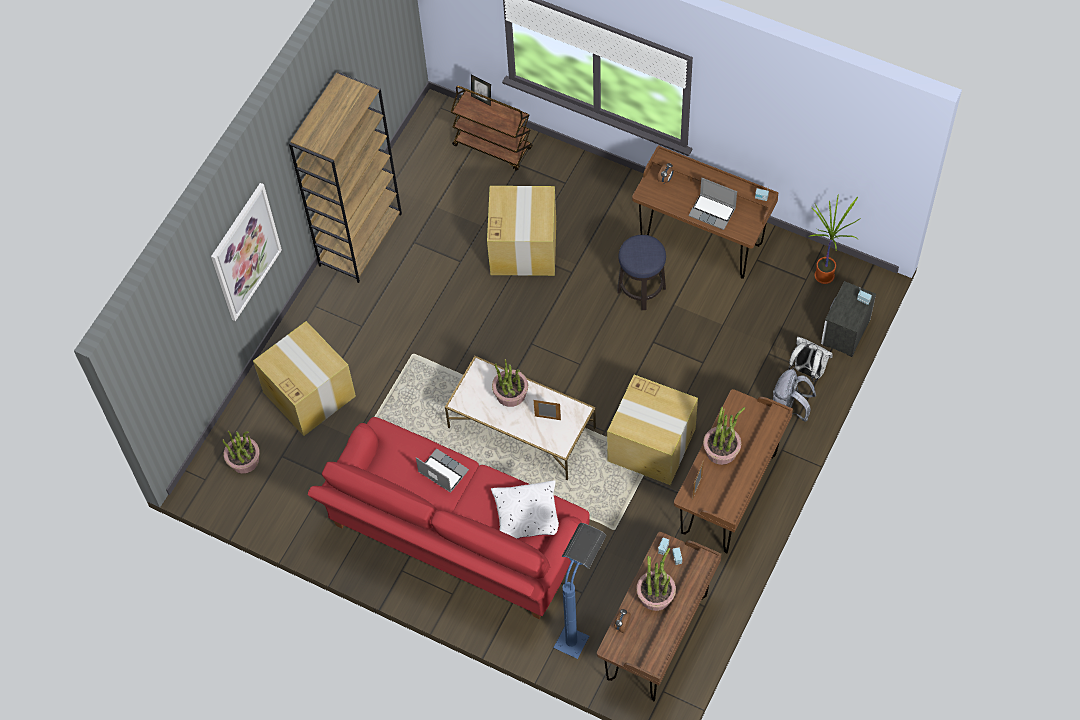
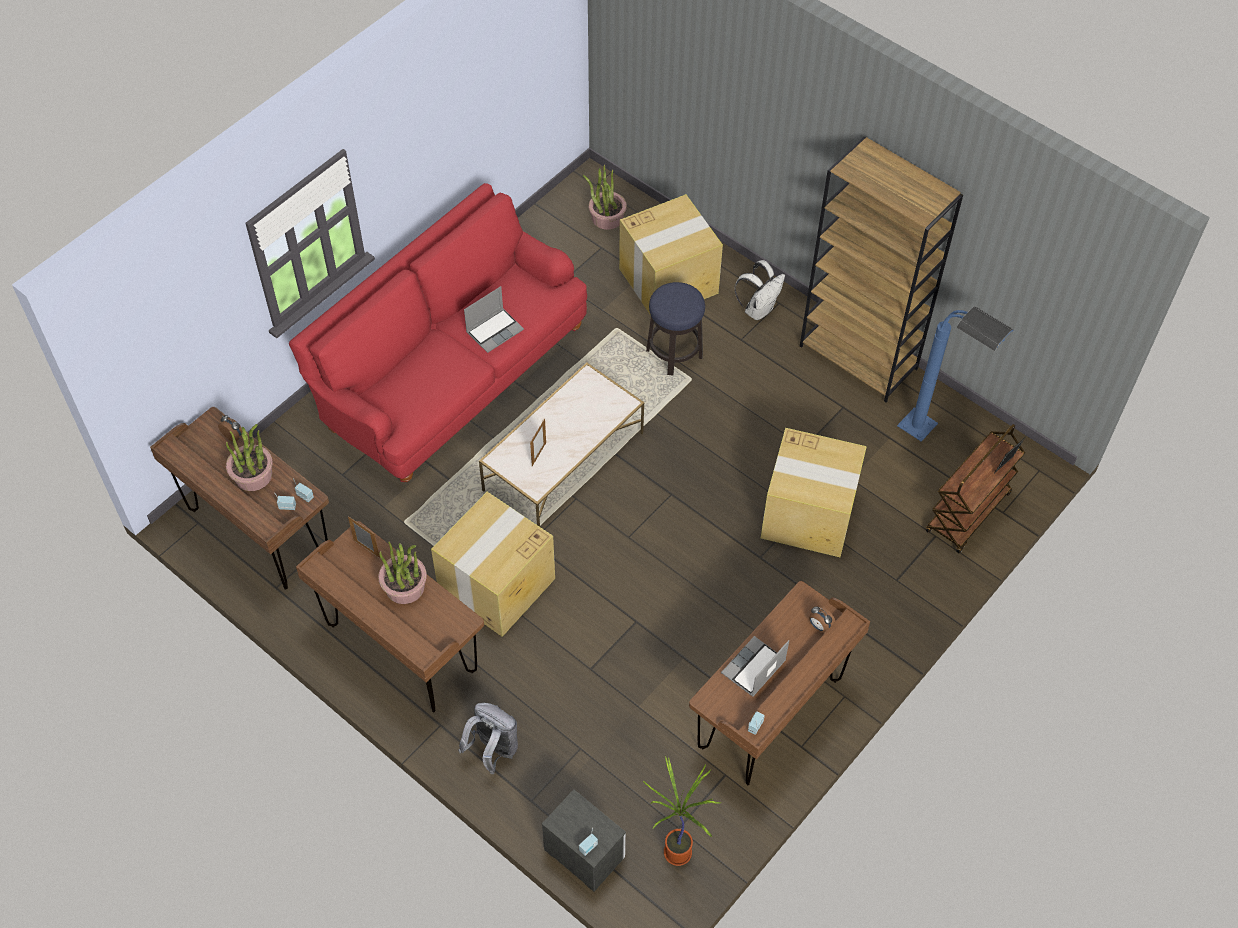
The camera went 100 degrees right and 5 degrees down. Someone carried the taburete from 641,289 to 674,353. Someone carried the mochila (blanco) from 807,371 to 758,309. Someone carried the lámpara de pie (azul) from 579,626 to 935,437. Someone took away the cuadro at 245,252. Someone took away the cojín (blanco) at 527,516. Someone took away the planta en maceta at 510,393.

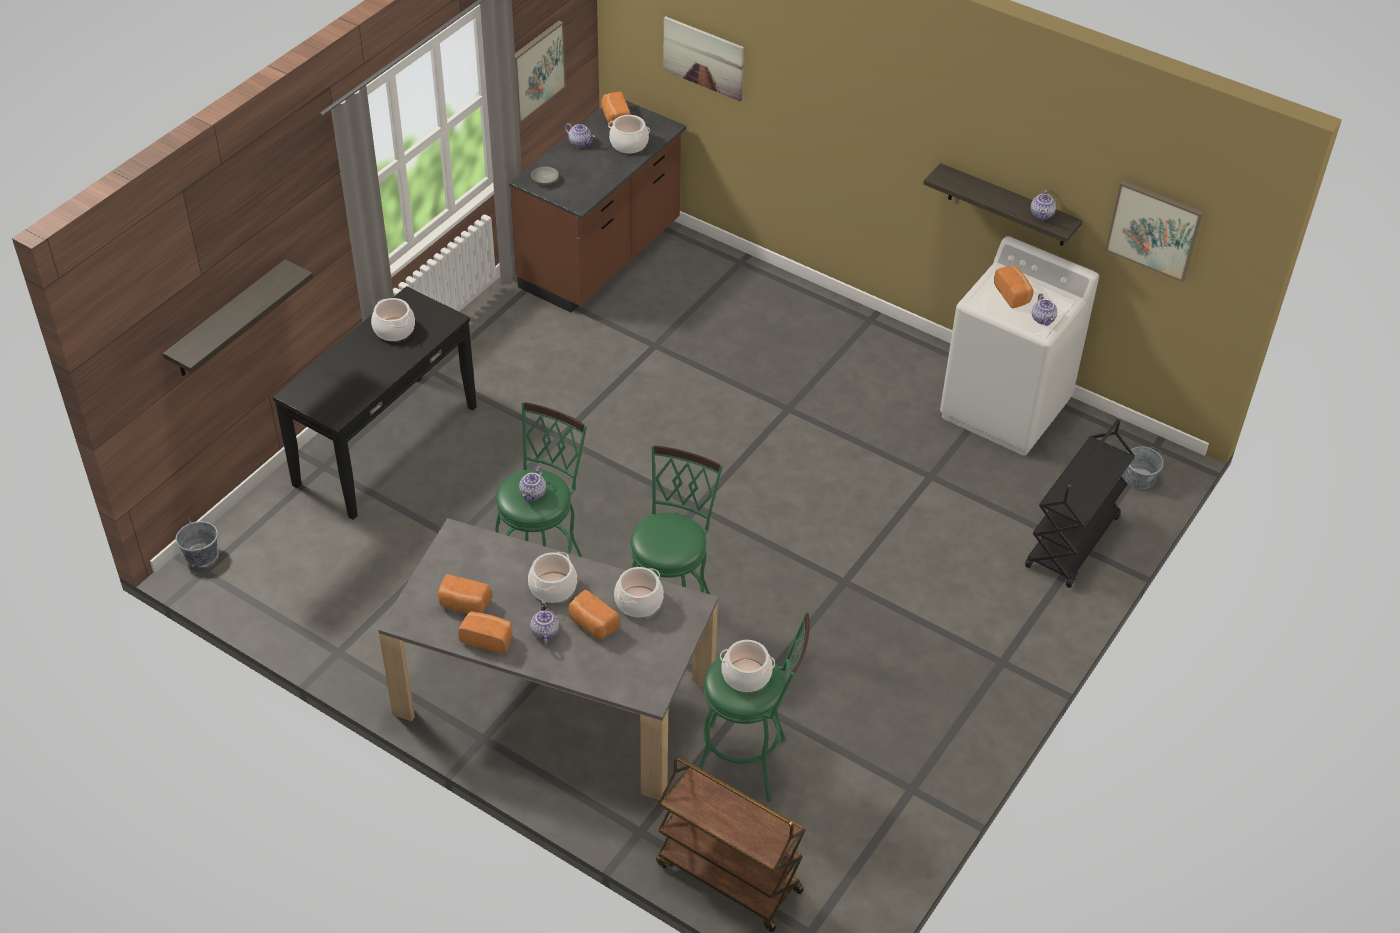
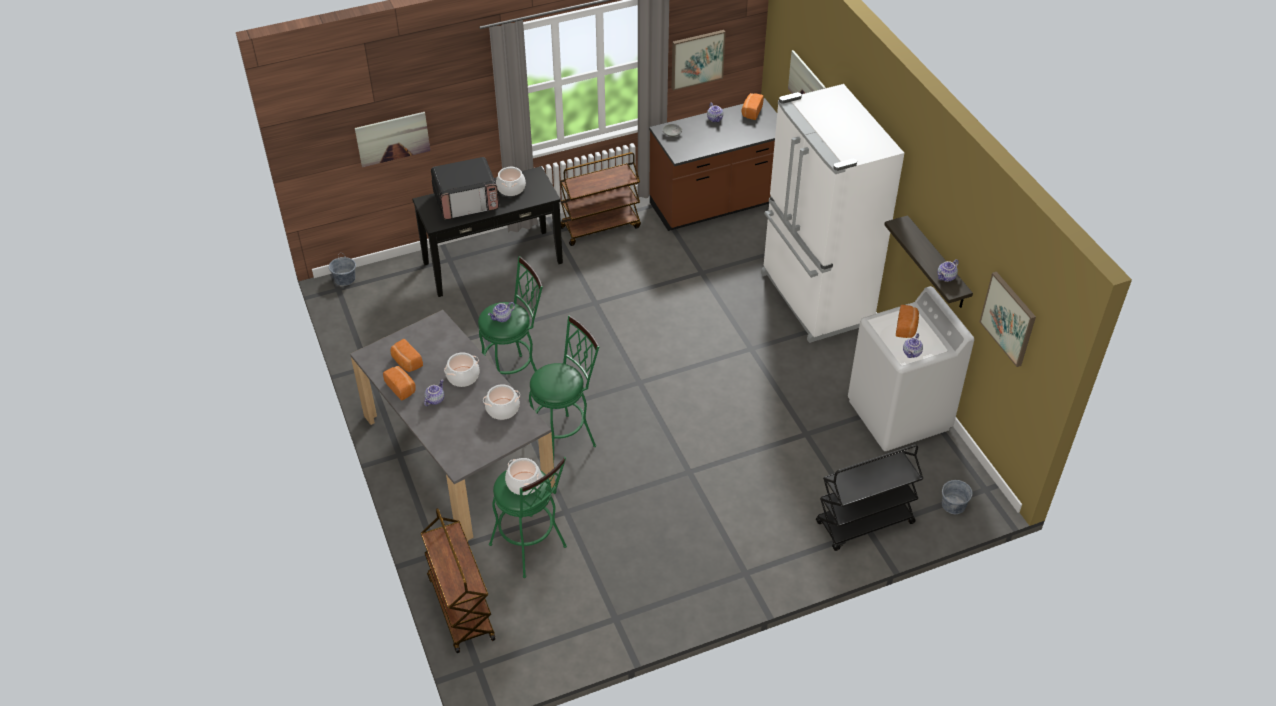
The camera went 35 degrees right and 0 degrees up. Someone swapped the estante at 228,320 for the cuadro at 392,138. Someone put down the microondas at 467,202. Someone put down the carrito (marrón) at 600,227. Someone put down the nevera (blanco) at 814,299. Someone took away the pan at 592,624. Someone took away the olla at 628,144.

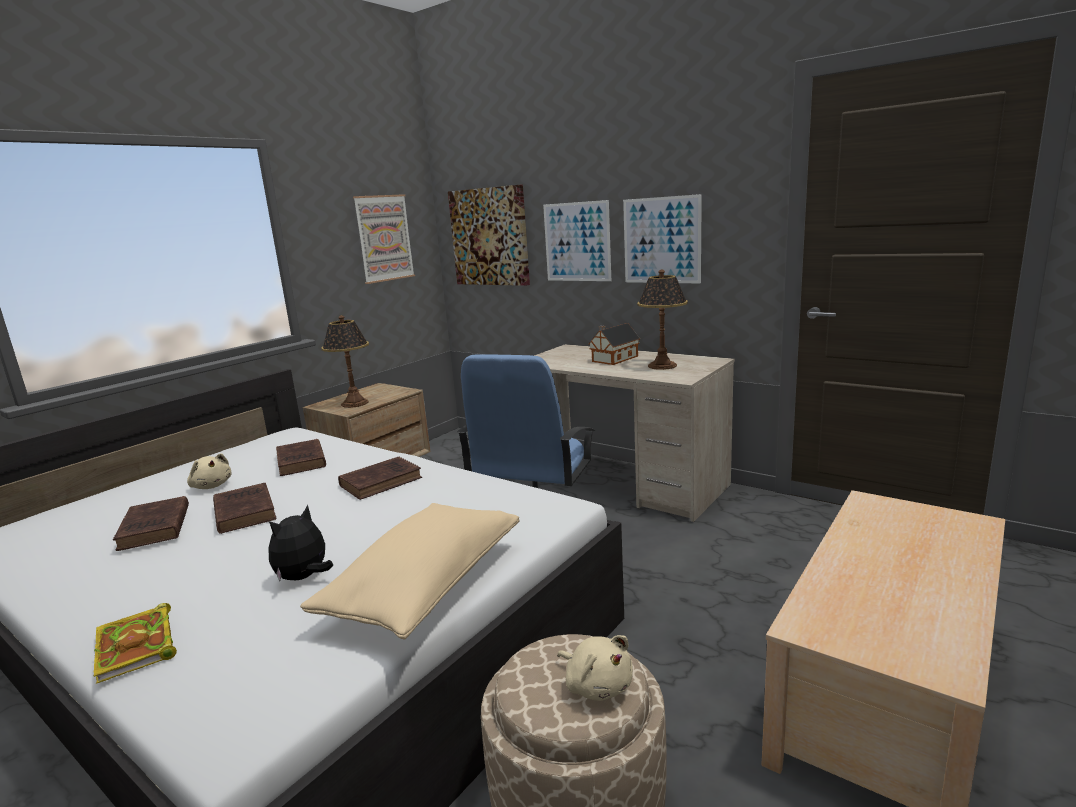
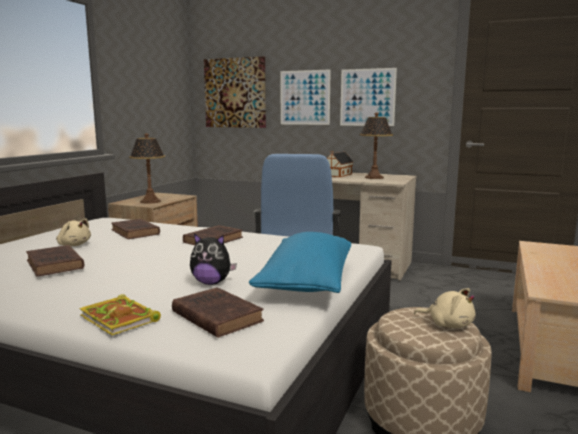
The camera went 15 degrees left and 5 degrees down. Someone carried the libro (marrón) from 244,511 to 215,316. Someone rotated the peluche at 304,577 by 105 degrees counterclockwise. Someone repainted the cojín (beis) at 425,587, which became the cojín (azul) at 306,282. Someone took away the cuadro at 384,238.

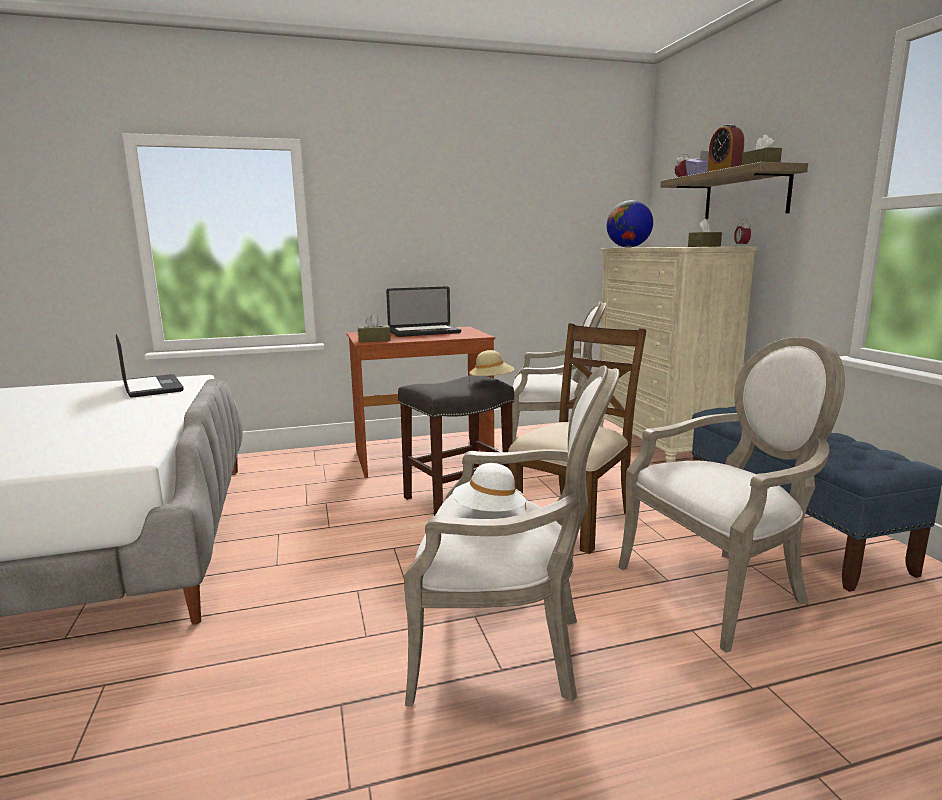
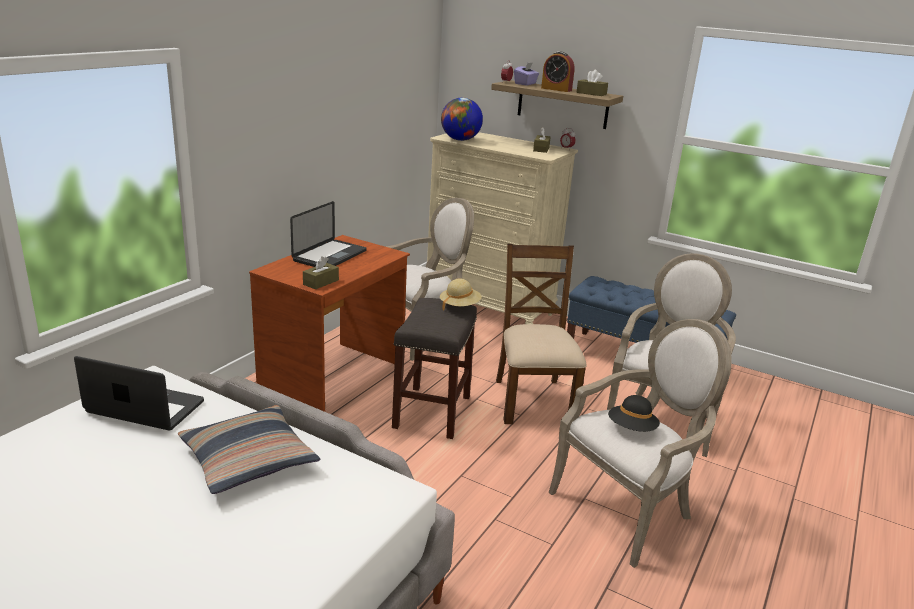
The camera went 45 degrees left and 10 degrees up. Someone put down the cojín at 248,460. Someone repainted the sombrero (blanco) at 489,513, which became the sombrero (negro) at 631,429.

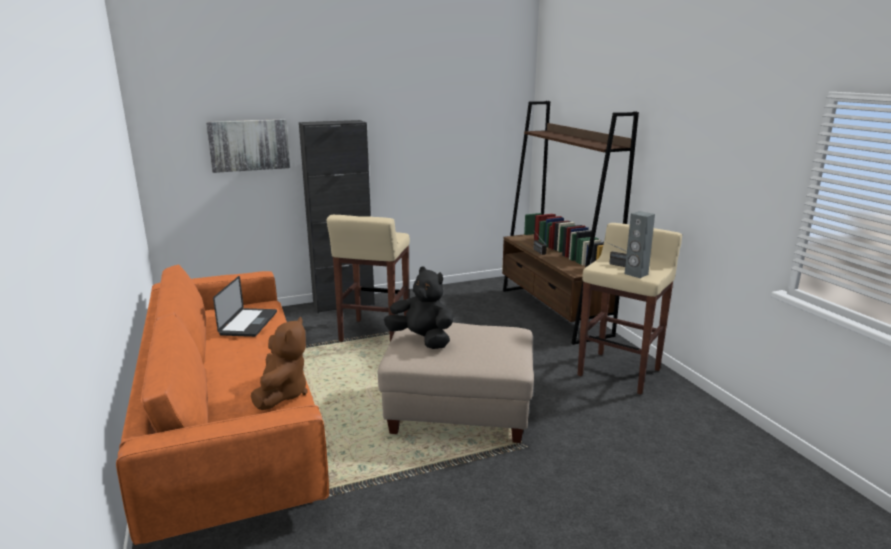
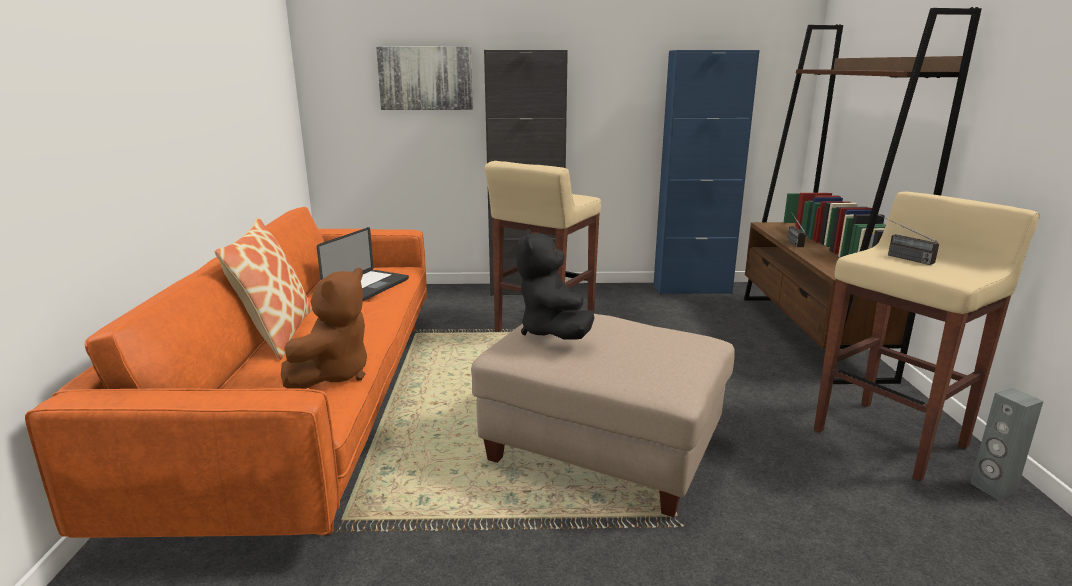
The camera went 20 degrees right and 0 degrees up. Someone put down the cojín at 276,334. Someone rotated the peluche (negro) at 422,340 by 150 degrees counterclockwise. Someone put down the armario (azul) at 692,289. Someone carried the altavoz (gris) from 636,274 to 992,488.

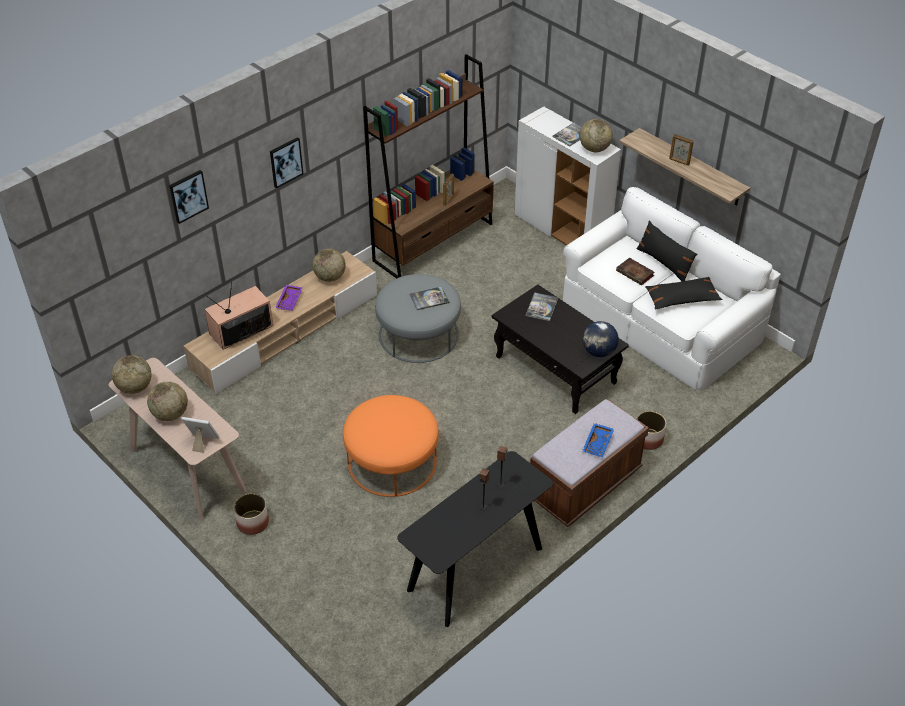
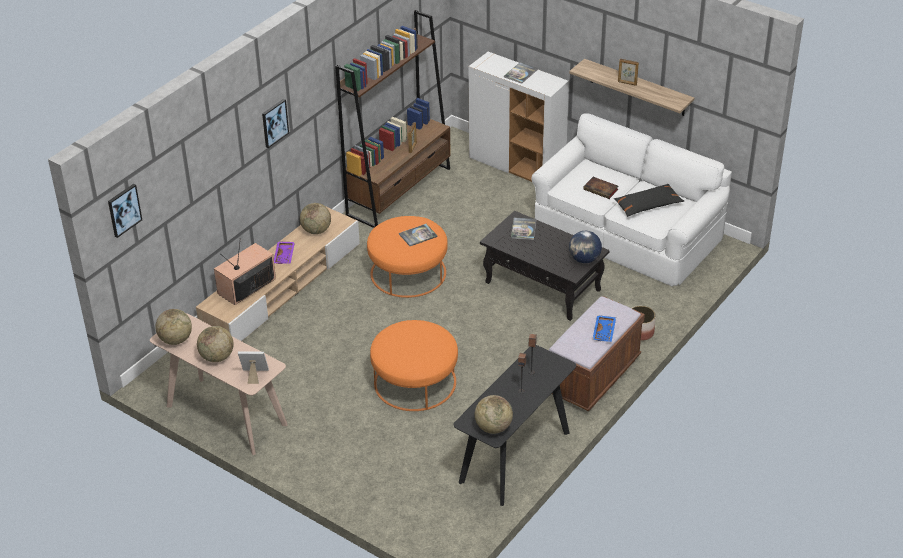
The camera went 10 degrees left and 5 degrees down. Someone carried the cuadro from 188,196 to 124,210. Someone repainted the puf (gris) at 419,334, which became the puf (naranja) at 408,272. Someone carried the globo terráqueo from 594,149 to 493,427. Someone took away the maceta at 252,522. Someone took away the cojín (negro) at 664,263.

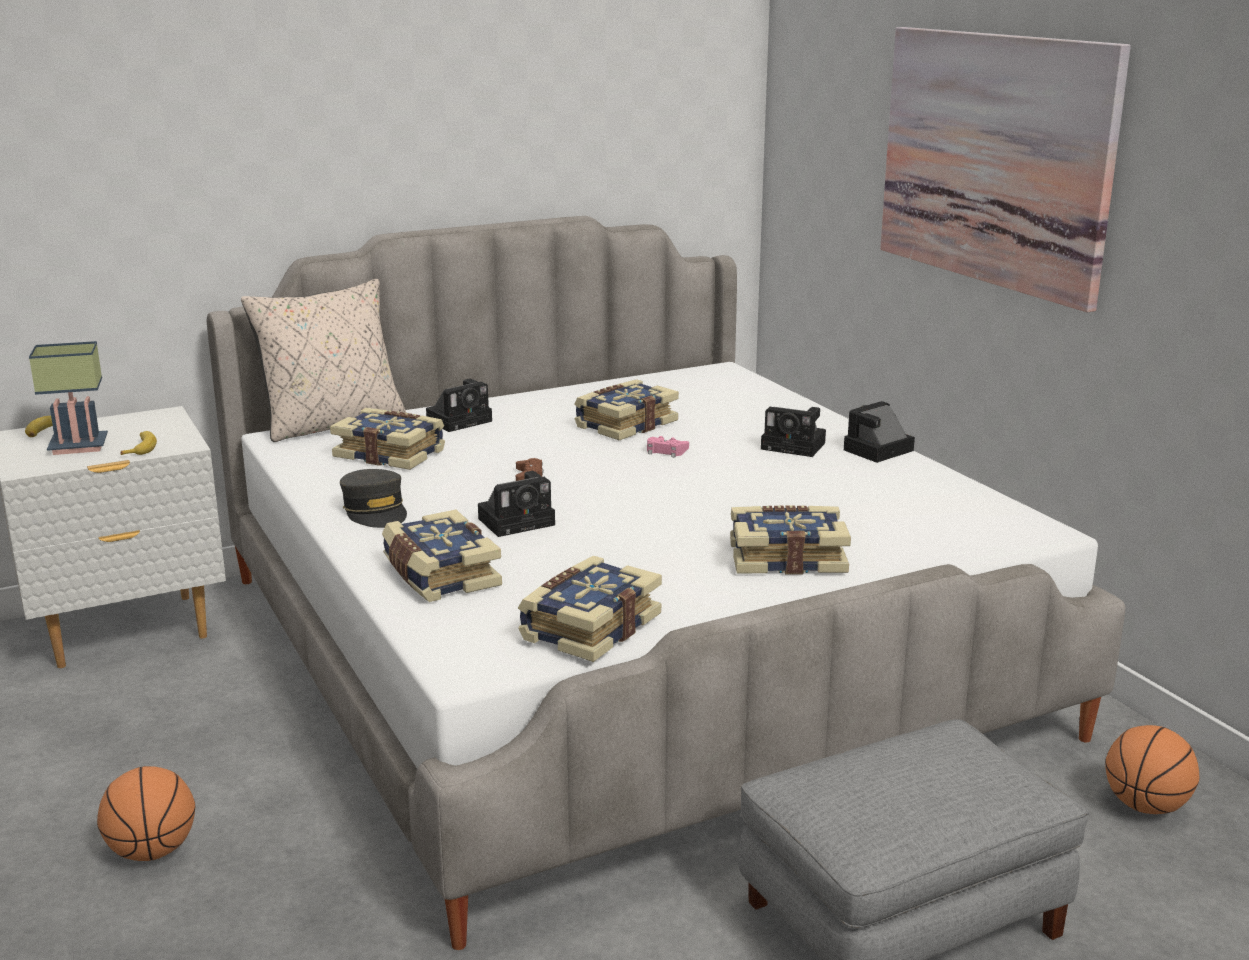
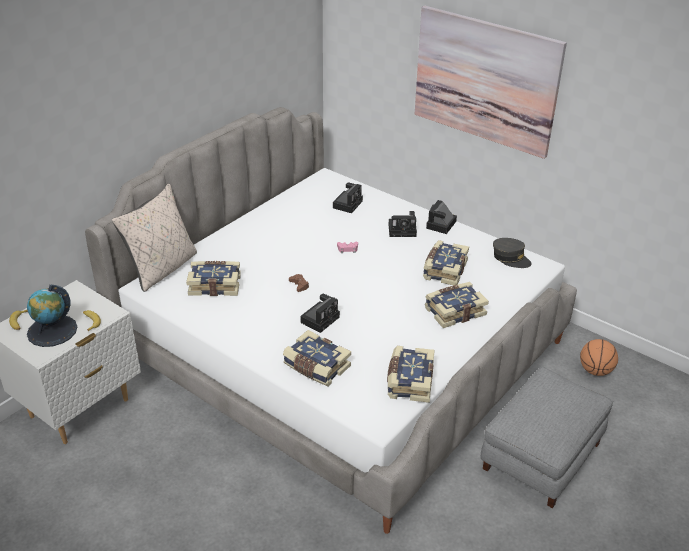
The camera went 25 degrees left and 15 degrees up. Someone swapped the lámpara de mesa at 76,448 for the globo terráqueo at 52,331. Someone carried the cámara from 461,420 to 348,204. Someone carried the libro from 625,424 to 444,270. Someone carried the gorra (gris) from 375,511 to 510,258. Someone took away the balón de baloncesto at 152,851.

